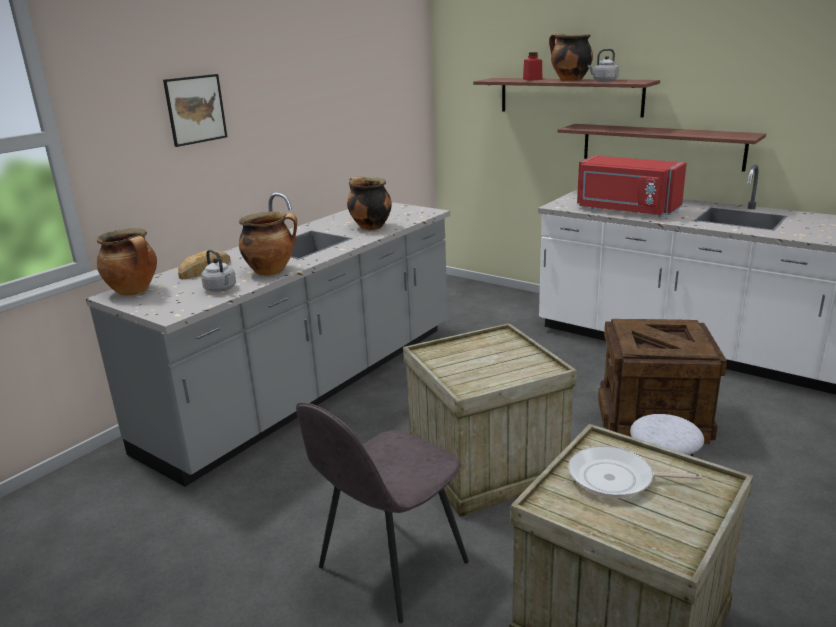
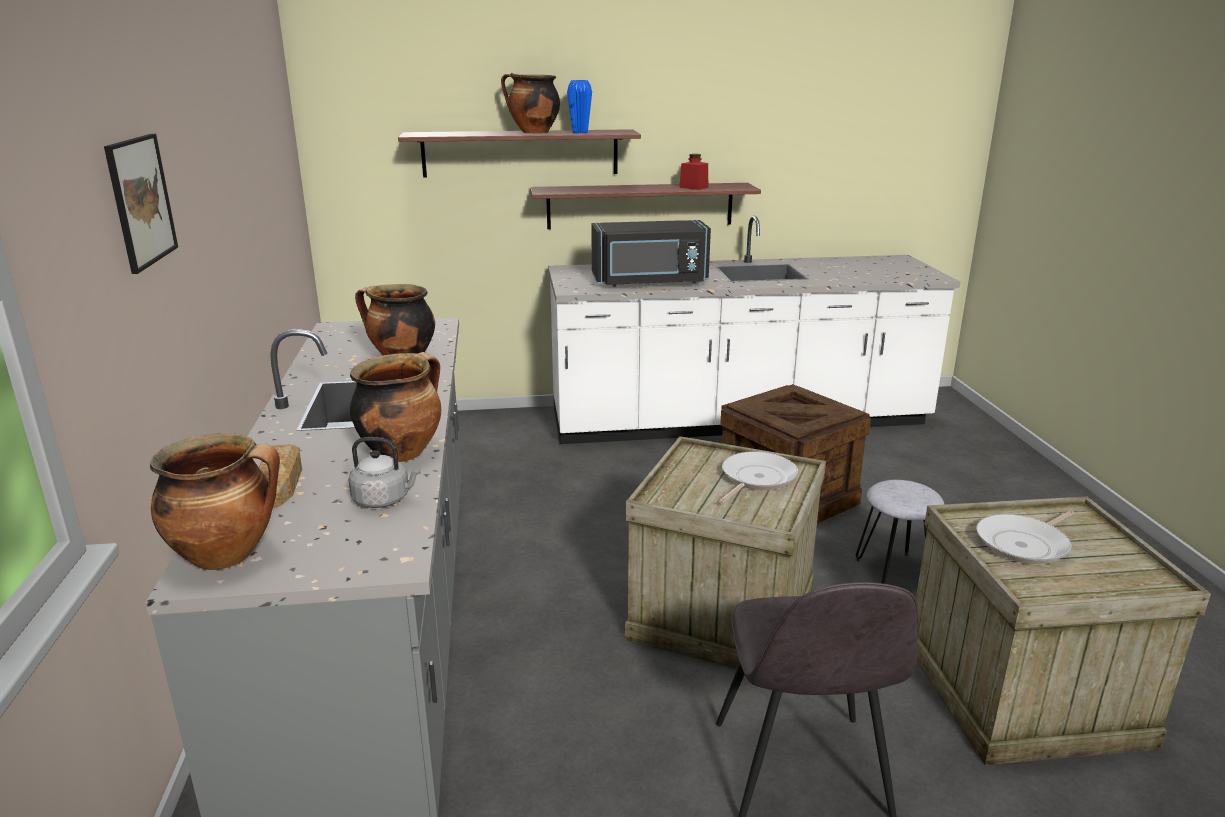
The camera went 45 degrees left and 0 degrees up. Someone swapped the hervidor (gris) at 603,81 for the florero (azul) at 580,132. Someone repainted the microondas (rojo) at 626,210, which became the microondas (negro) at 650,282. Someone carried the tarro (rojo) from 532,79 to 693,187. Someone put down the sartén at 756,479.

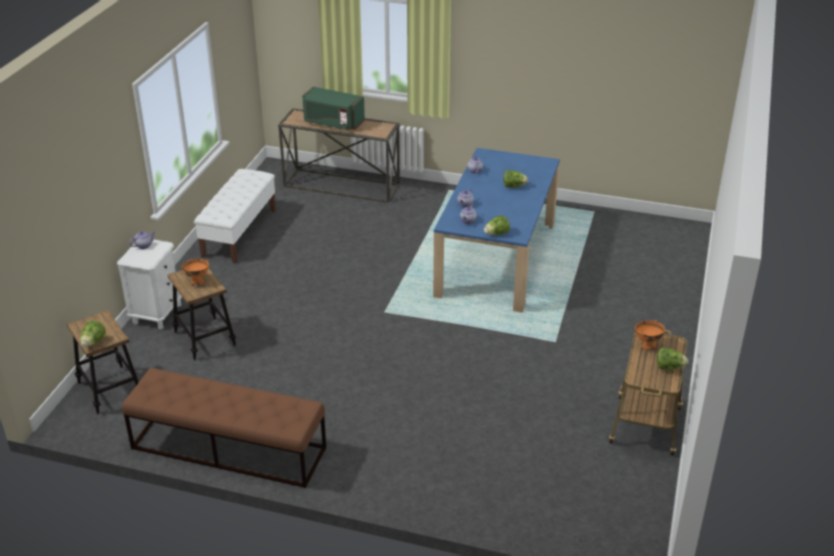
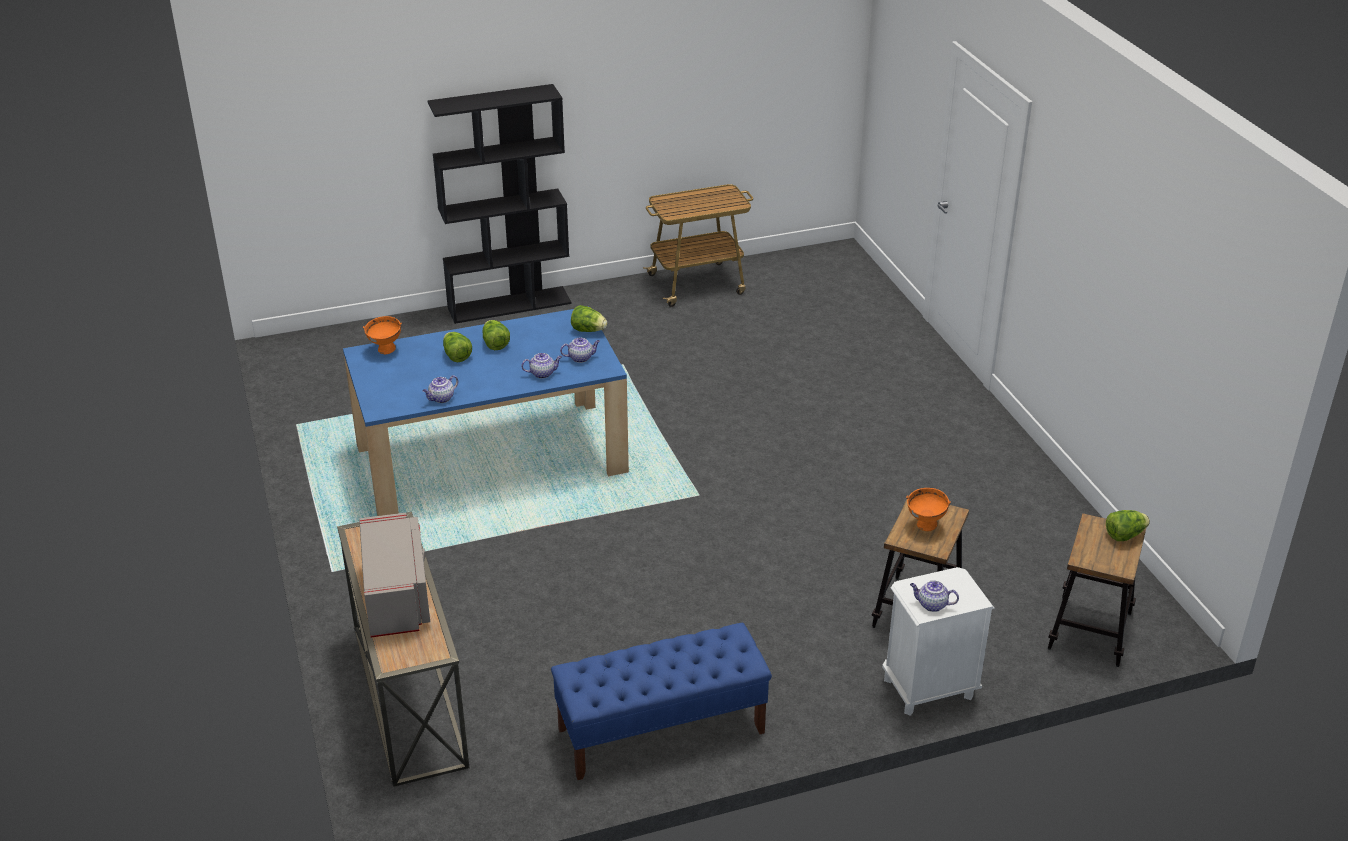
The camera went 125 degrees left and 0 degrees up. Someone repainted the microondas (verde) at 333,122, which became the microondas (gris) at 397,597. Someone carried the cuenco (naranja) from 647,346 to 386,351. Someone put down the estantería (negro) at 510,305. Someone carried the lechuga from 669,367 to 495,344. Someone repainted the banco (blanco) at 239,233, which became the banco (azul) at 660,731. Someone took away the banco (marrón) at 228,448.

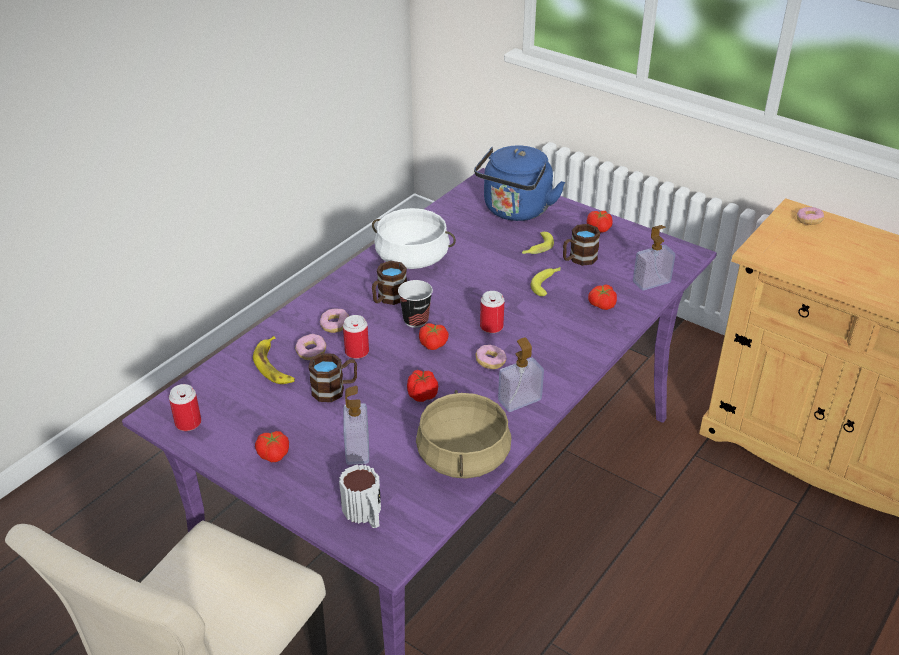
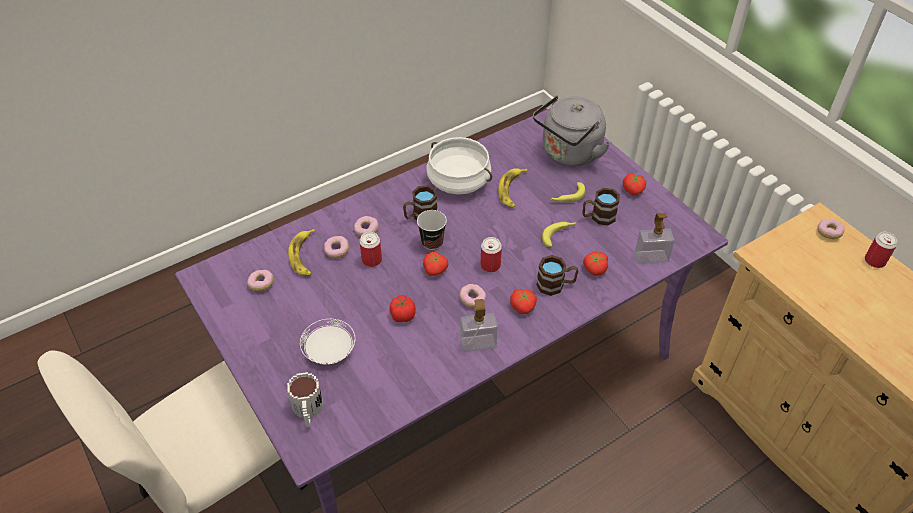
The camera went 20 degrees right and 10 degrees up. Someone put down the rosquilla at 261,284. Someone swapped the dispensador de jabón at 357,449 for the plato (blanco) at 329,351. Someone put down the plátano at 512,190. Someone carried the tomate from 274,454 to 523,306. Someone repainted the hervidor (azul) at 515,211, which became the hervidor (gris) at 568,154. Someone carried the taza grande (marrón) from 335,390 to 556,285. Someone carried the lata from 188,423 to 874,261. Someone took away the olla (beis) at 462,457.

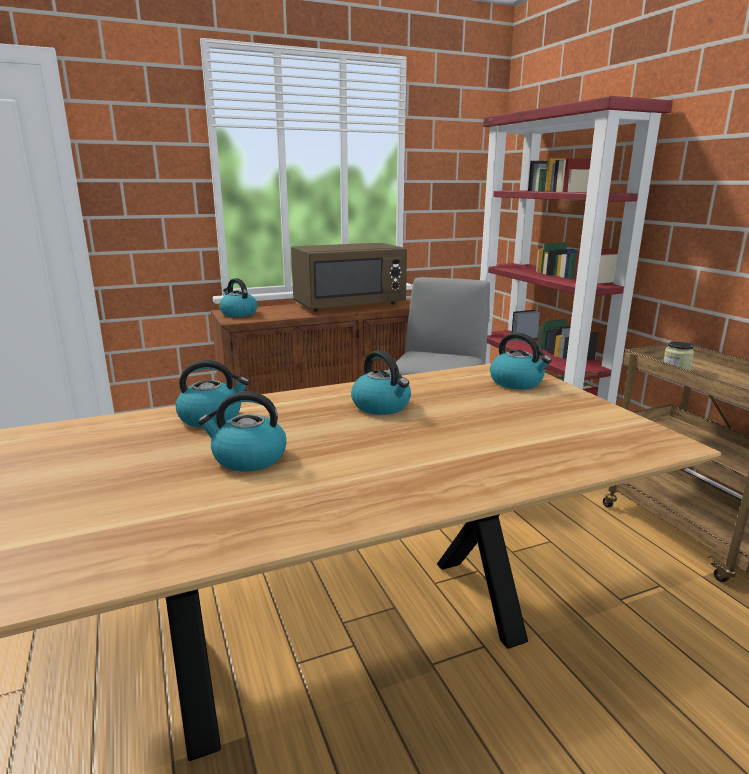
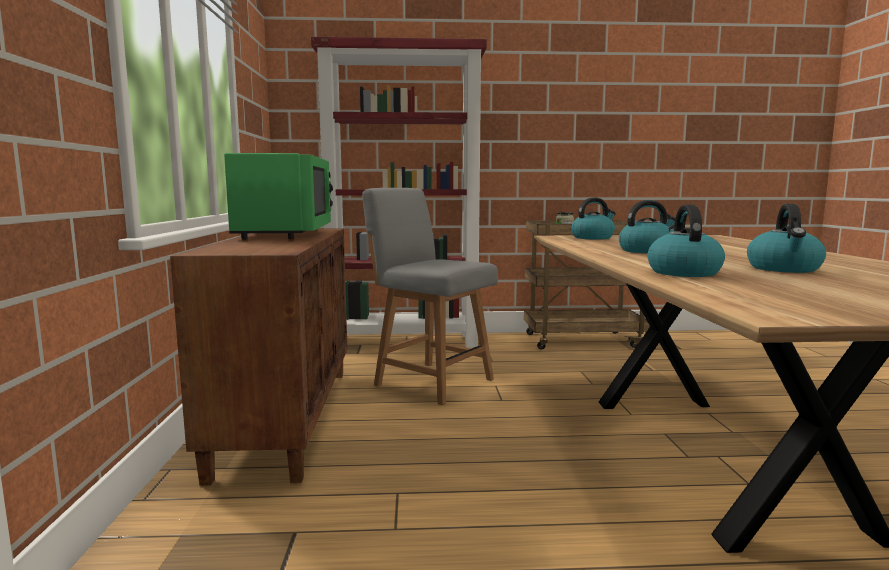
The camera went 70 degrees left and 10 degrees down. Someone repainted the microondas (marrón) at 349,305, which became the microondas (verde) at 285,234. Someone took away the hervidor at 238,313.

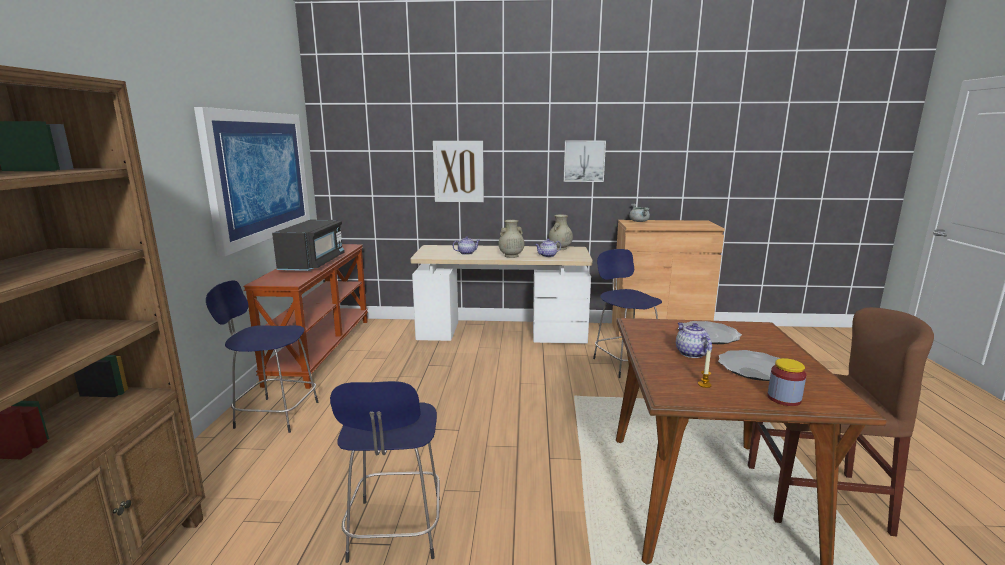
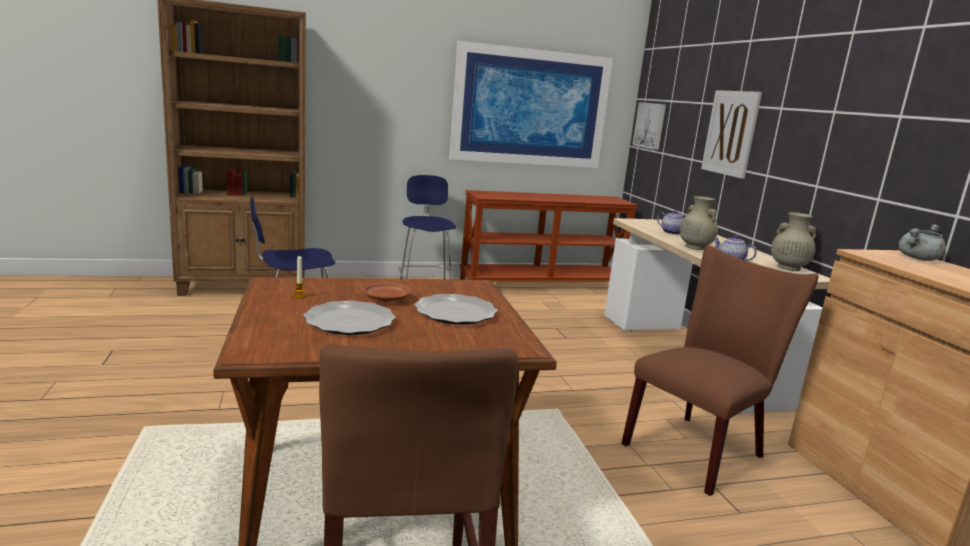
The camera went 70 degrees right and 0 degrees up. Someone swapped the tetera at 690,353 for the plato (marrón) at 386,299. Someone swapped the taburete (azul) at 624,363 for the silla (marrón) at 699,448. Someone carried the cuadro from 584,161 to 650,125. Someone took away the microondas (negro) at 313,263. Someone took away the tarro at 784,398.

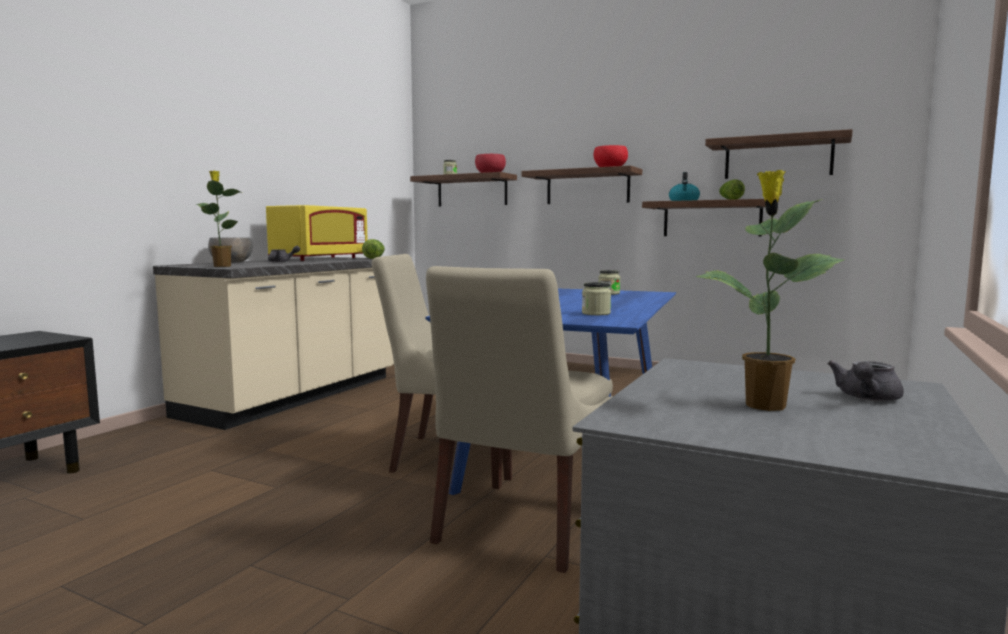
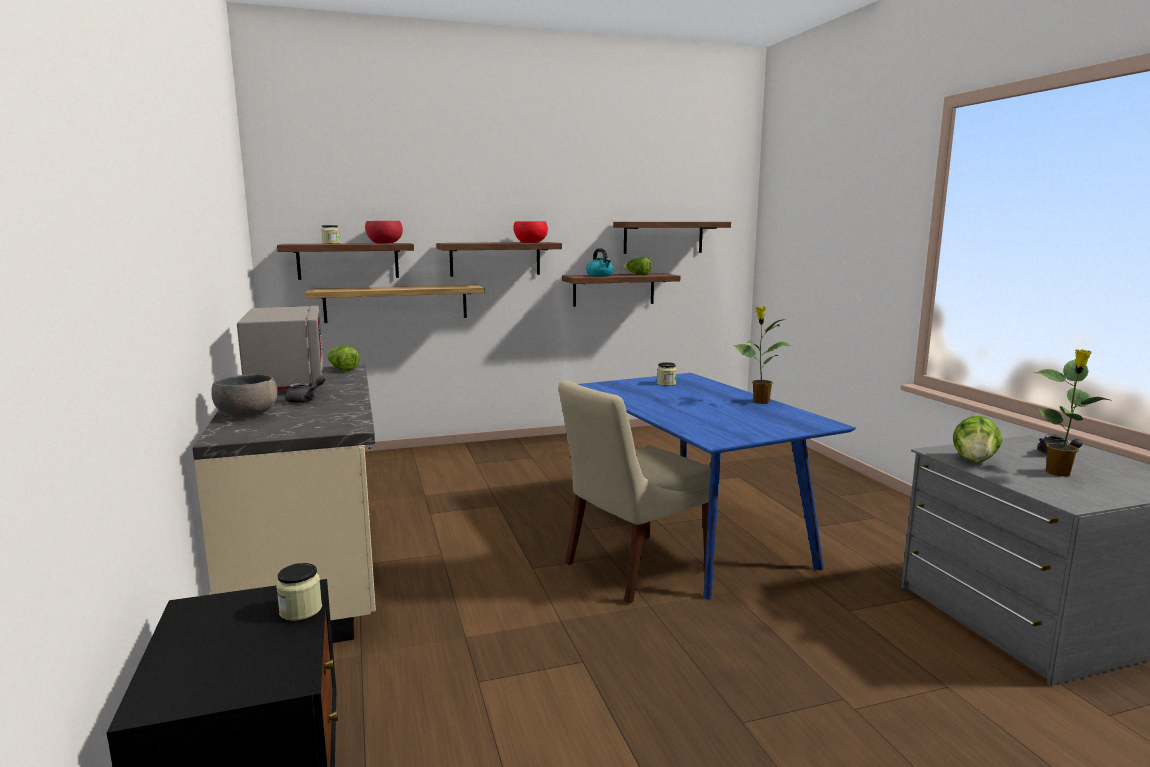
The camera went 45 degrees left and 5 degrees up. Someone repainted the microondas (amarillo) at 320,259, which became the microondas (gris) at 287,381. Someone carried the tarro from 596,313 to 300,610. Someone put up the estante at 396,303. Someone carried the planta en maceta from 221,266 to 760,402. Someone put down the lechuga at 974,460. Someone took away the silla (beis) at 521,527.

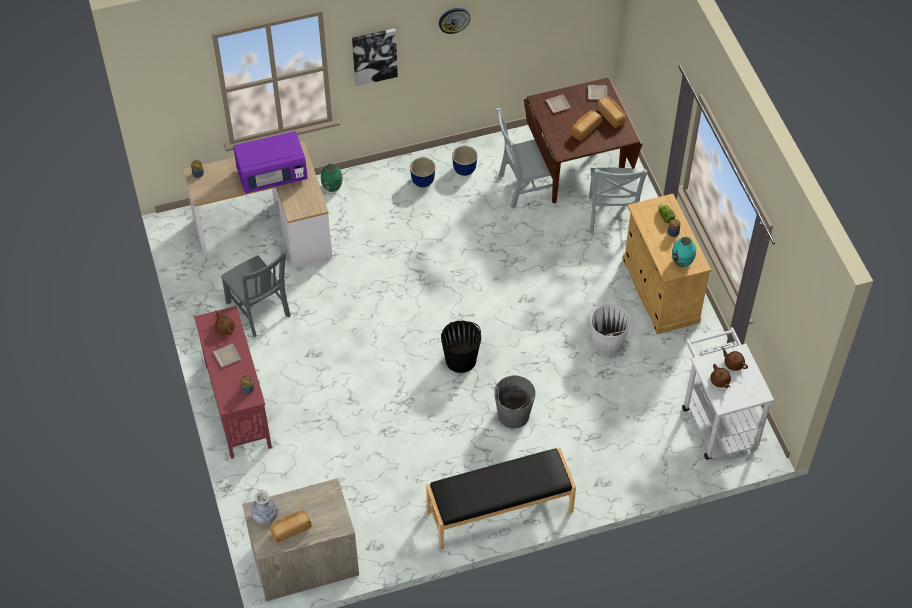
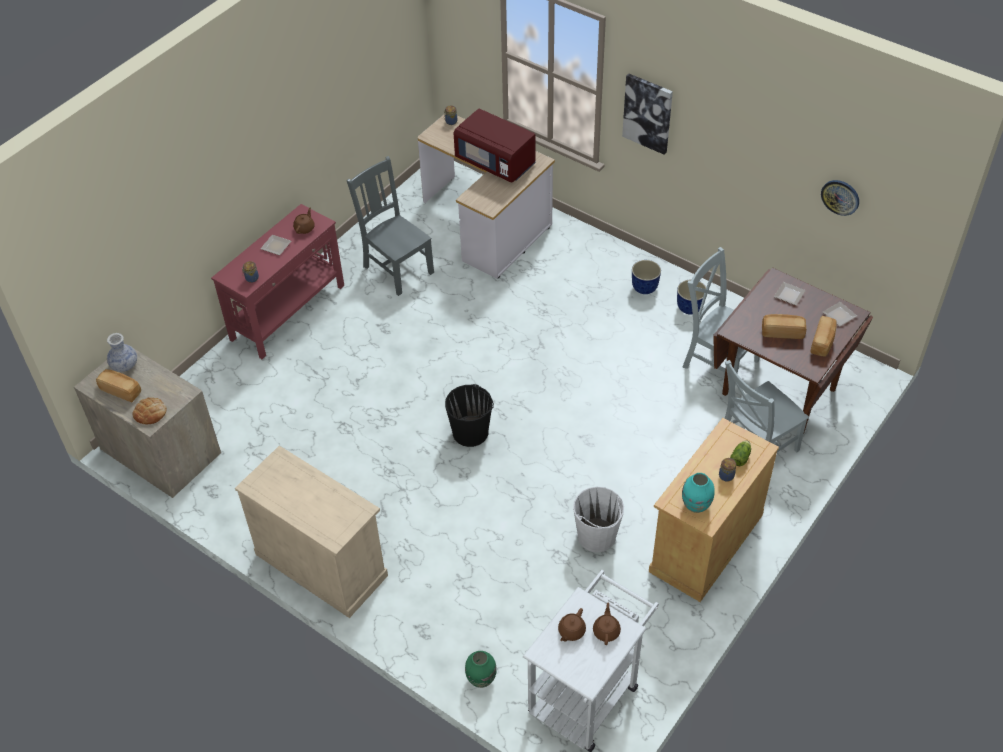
The camera went 55 degrees right and 5 degrees down. Someone put down the pan at 150,413. Someone swapped the banco (negro) at 500,511 for the armario (beis) at 321,564. Someone rotated the silla (gris) at 259,311 by 120 degrees clockwise. Someone repainted the microondas (morado) at 272,175, which became the microondas (rojo) at 495,162. Someone carried the florero (verde) from 332,187 to 481,679. Someone carried the reloj de pared from 454,20 to 840,197. Someone took away the cubo (gris) at 513,415.

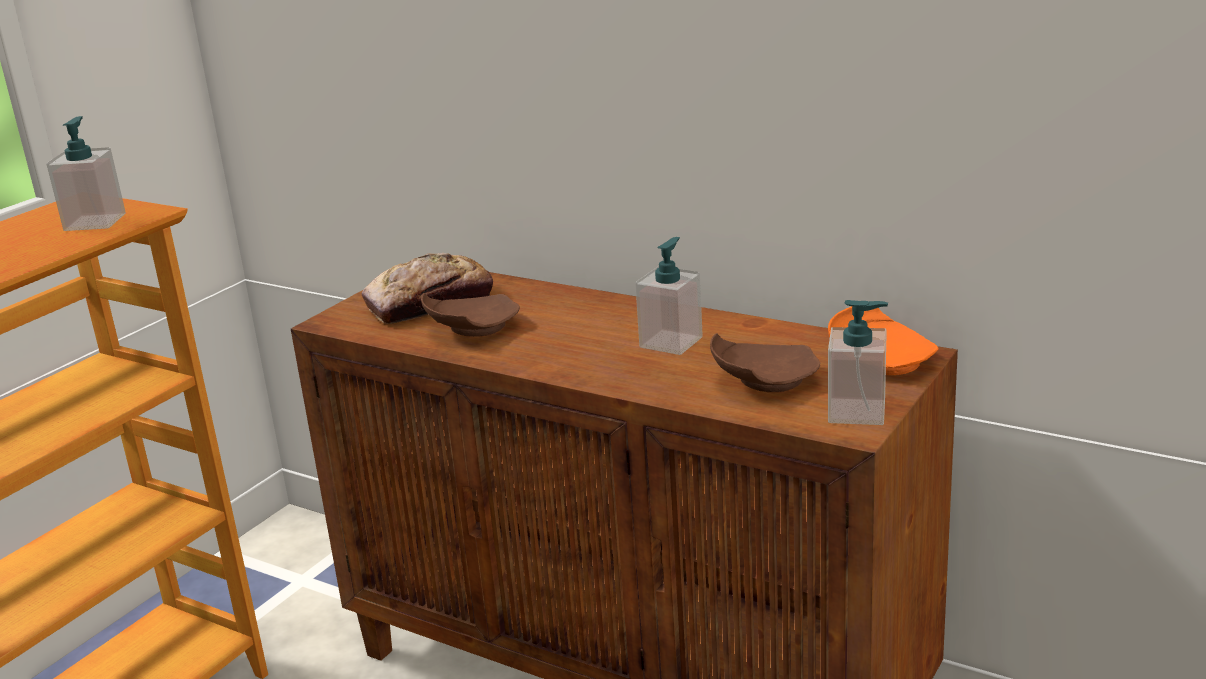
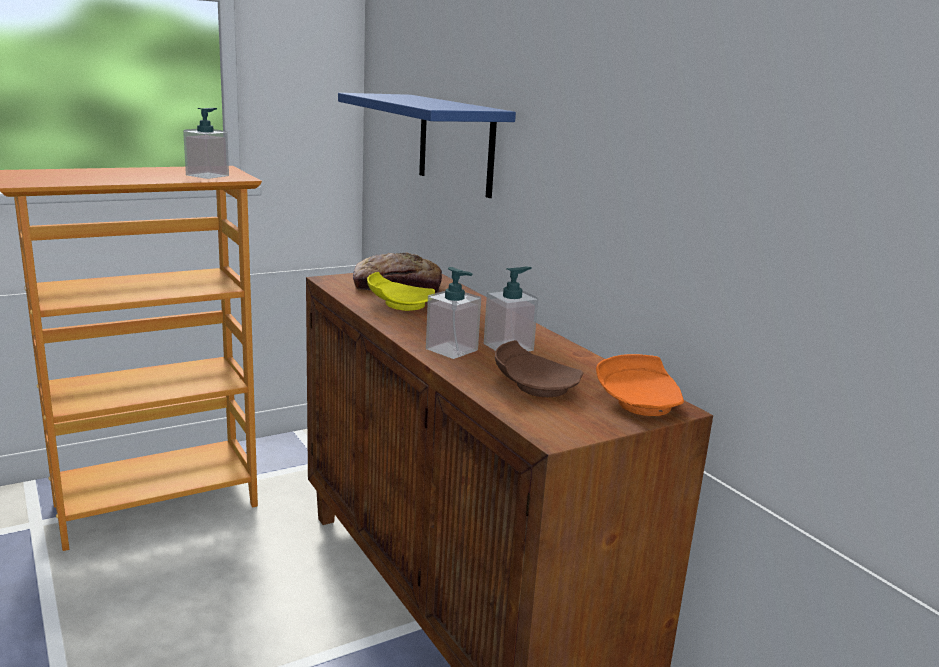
The camera went 25 degrees right and 5 degrees down. Someone put up the estante (azul) at 456,144. Someone repainted the plato (marrón) at 471,329, which became the plato (amarillo) at 399,305. Someone carried the dispensador de jabón from 857,412 to 452,350.

